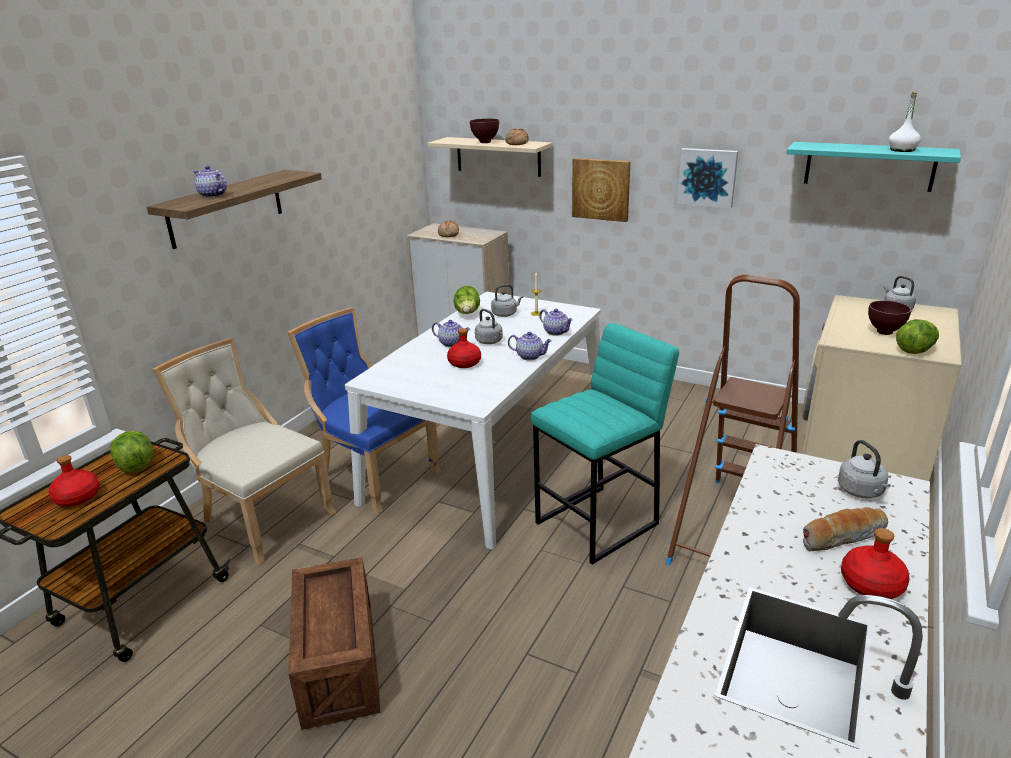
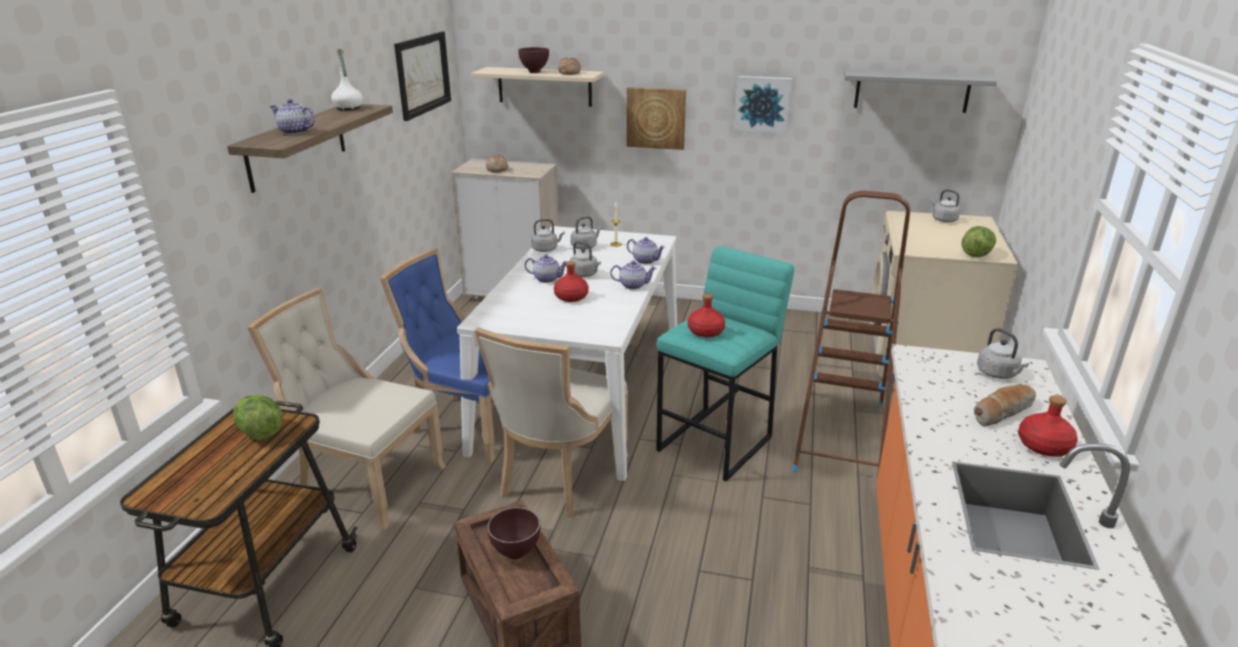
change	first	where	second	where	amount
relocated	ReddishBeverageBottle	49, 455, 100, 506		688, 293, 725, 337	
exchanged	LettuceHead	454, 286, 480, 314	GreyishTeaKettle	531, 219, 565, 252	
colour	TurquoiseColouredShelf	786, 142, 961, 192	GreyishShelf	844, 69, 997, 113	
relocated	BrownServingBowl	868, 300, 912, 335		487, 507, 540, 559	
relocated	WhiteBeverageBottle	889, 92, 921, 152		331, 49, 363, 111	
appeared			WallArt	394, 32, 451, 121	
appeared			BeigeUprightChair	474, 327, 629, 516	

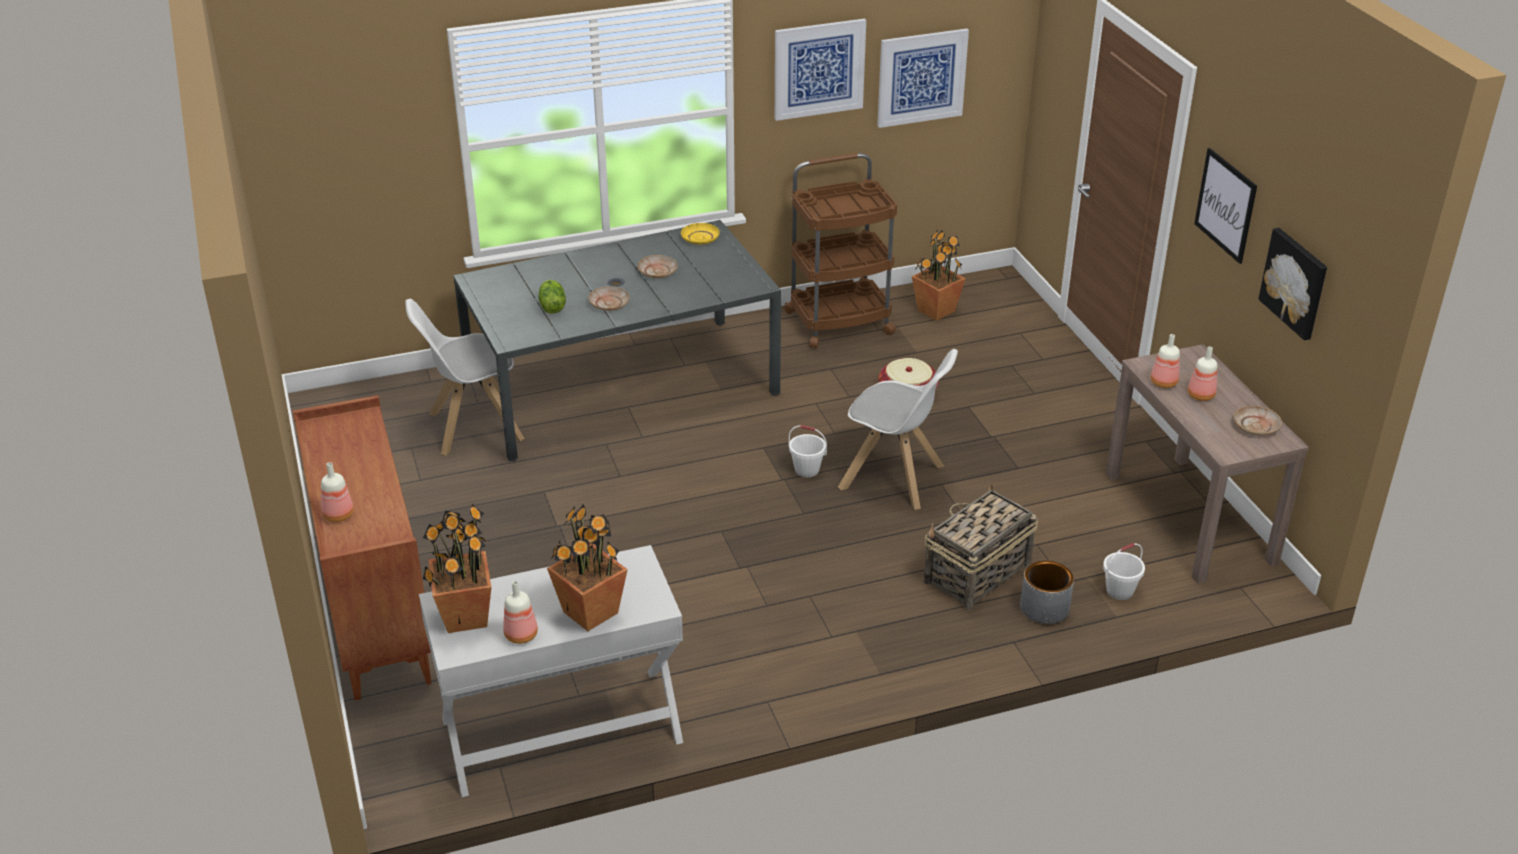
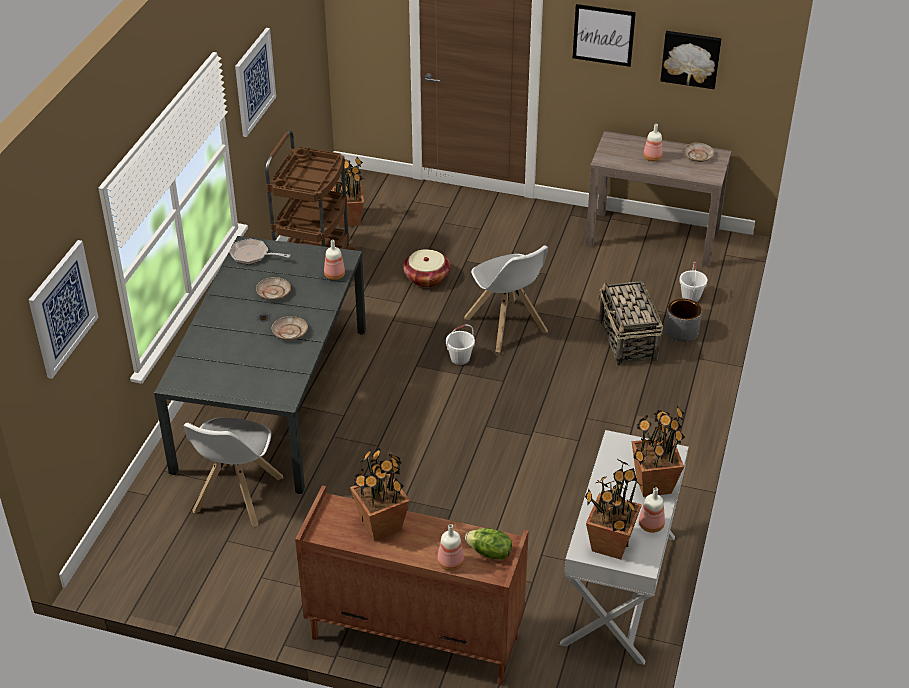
change	first	where	second	where	amount
relocated	LettuceHead	538, 280, 566, 314		465, 528, 512, 560	
exchanged	YellowColouredPlate	681, 223, 720, 245	FryingPan	229, 238, 290, 265	
spun	UprightChair	838, 349, 958, 510		464, 245, 548, 353	90 degrees clockwise
relocated	WallArt	877, 29, 969, 128		29, 240, 99, 379	
relocated	BeverageBottle	1151, 334, 1180, 388		324, 240, 345, 280	
appeared			PlantInAPot	350, 448, 410, 541	

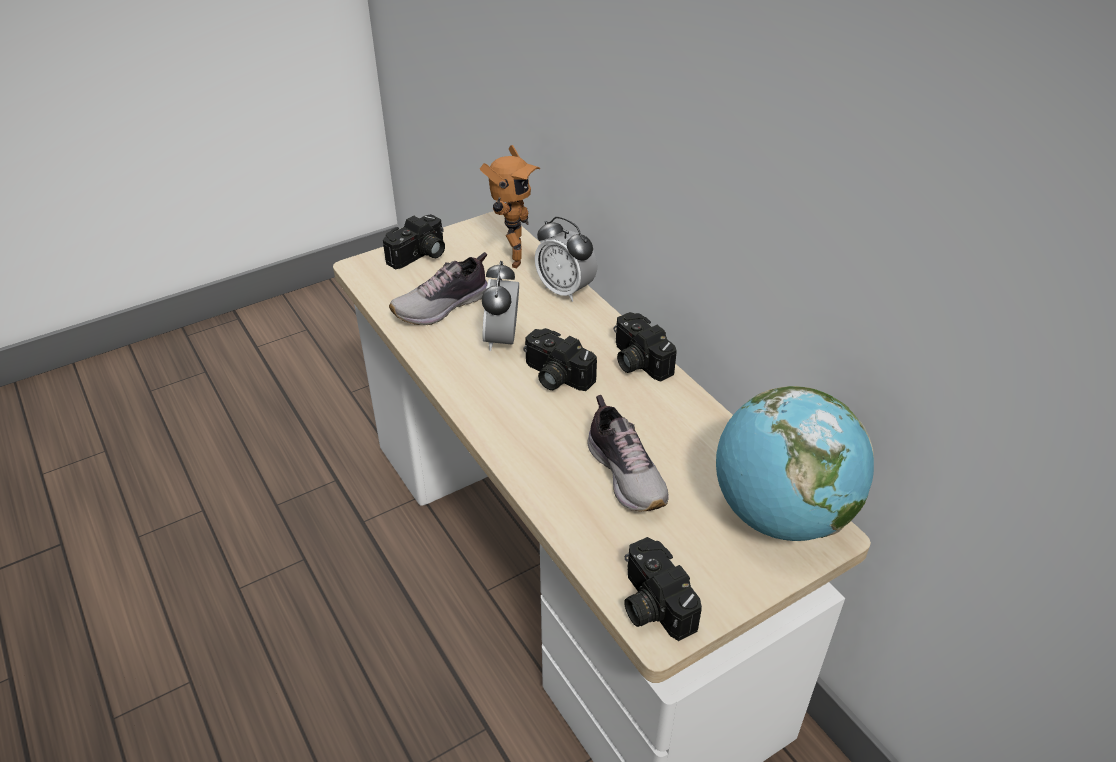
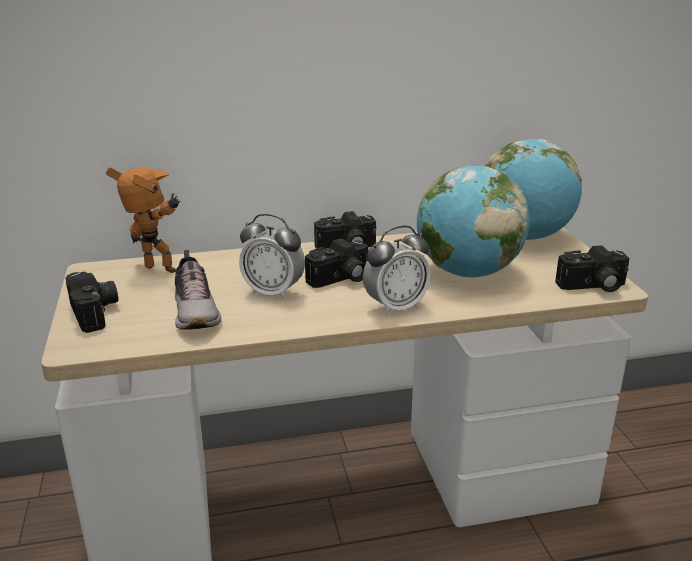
change	first	where	second	where	amount
relocated	AlarmClock	535, 217, 597, 302		363, 226, 431, 316	
exchanged	LowShoe	587, 395, 669, 512	WorldGlobe	417, 165, 529, 277	

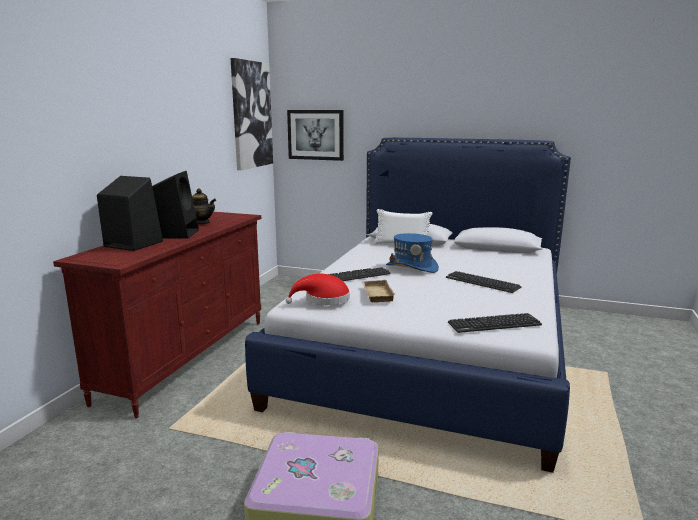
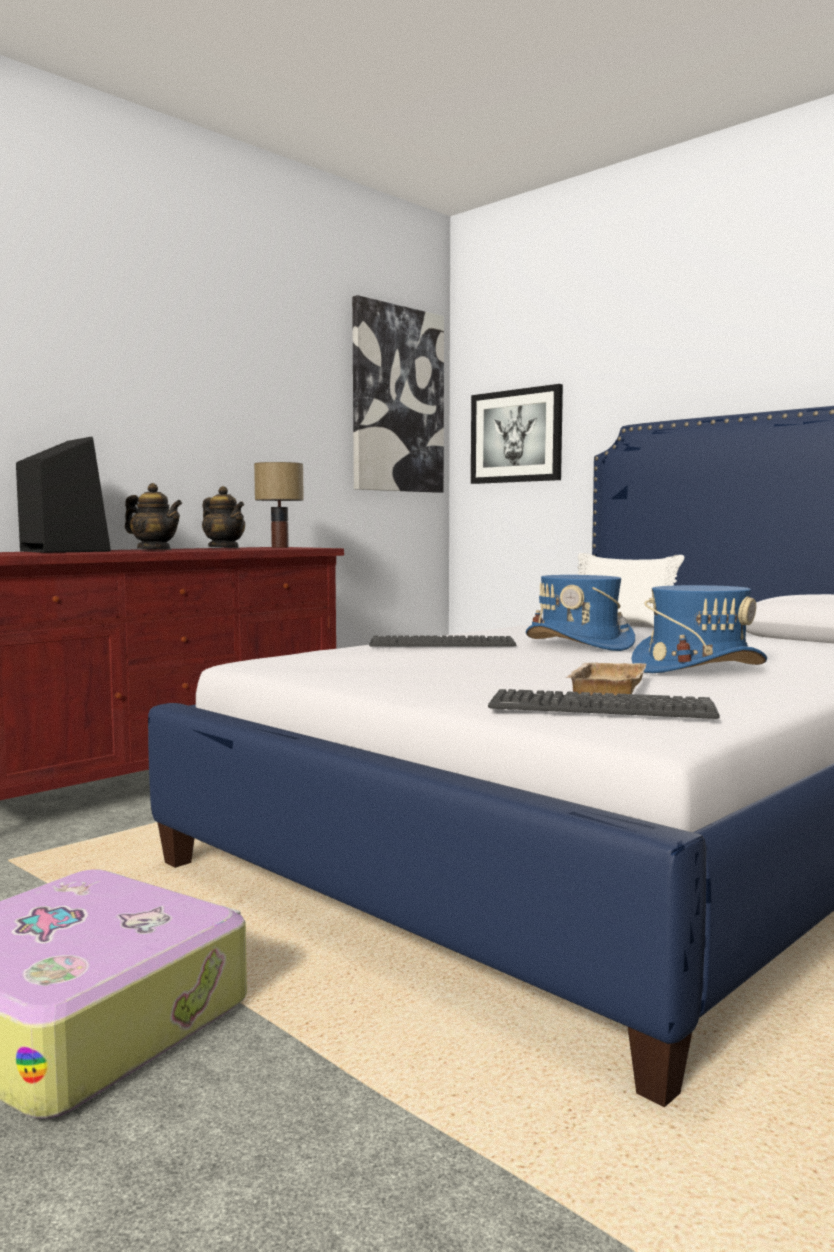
change	first	where	second	where	amount
exchanged	BlackColouredSpeaker	152, 171, 199, 238	Teapot	125, 483, 182, 550	
missing	ReddishClothingHat	286, 274, 350, 305			
relocated	BeigeCarryingTray	361, 280, 396, 302		565, 662, 646, 696	
exchanged	ComputerKeyboard	446, 271, 521, 293	BlueClothingHat	632, 585, 767, 673	
appeared			TabletopLamp	254, 462, 304, 548	

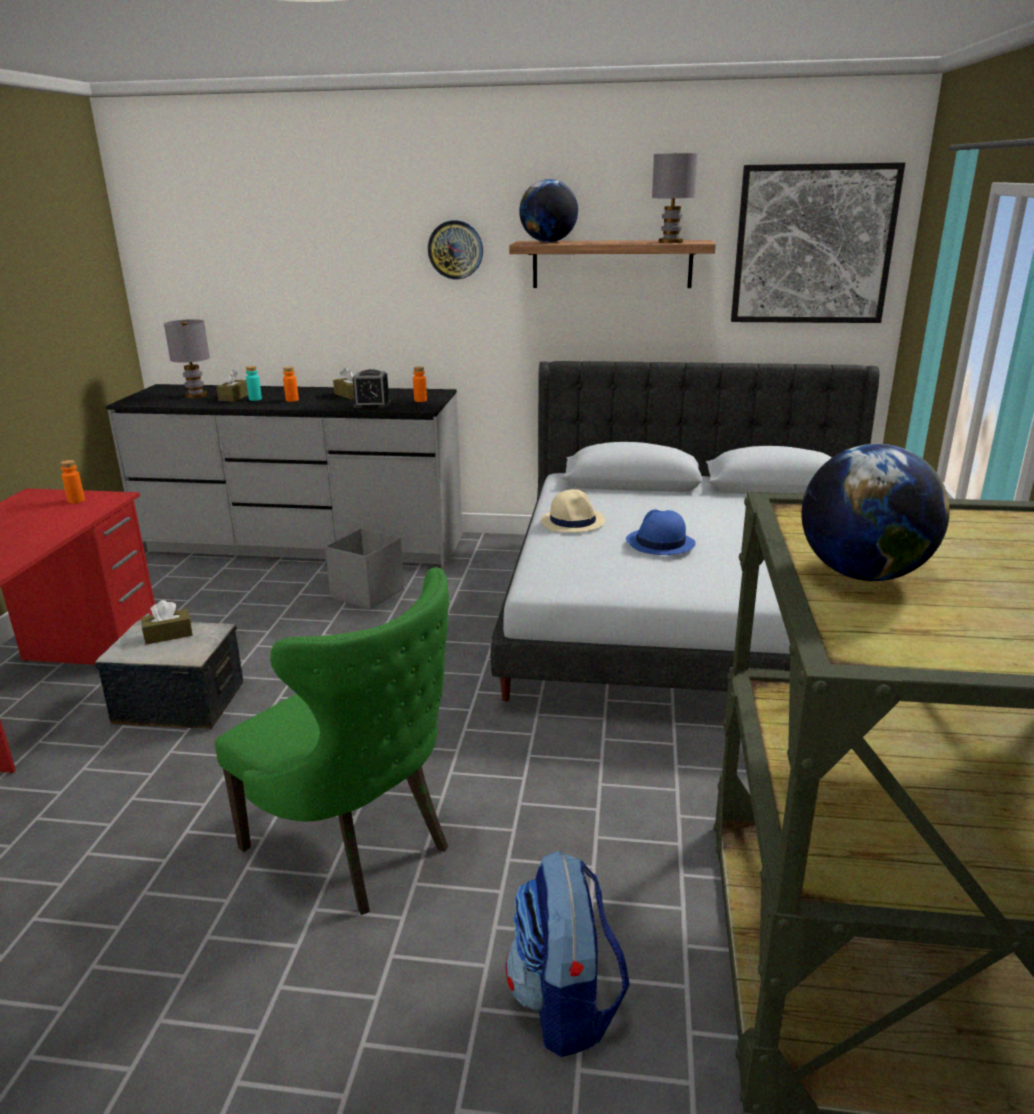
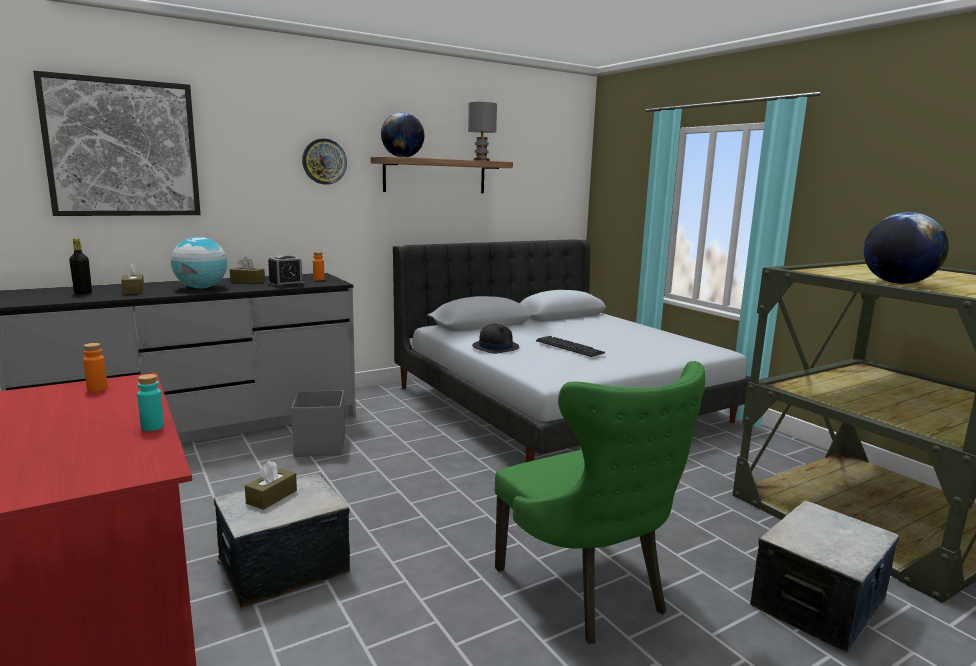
change	first	where	second	where	amount
exchanged	GreyishTabletopLamp	164, 319, 210, 398	BlackColouredBeverageBottle	69, 238, 92, 294	
spun	GreenColouredUprightChair	215, 567, 449, 915		495, 361, 705, 644	60 degrees clockwise
relocated	TurquoiseColouredBeverageBottle	246, 366, 262, 401		137, 374, 164, 431	
exchanged	OrangeBeverageBottle	283, 367, 299, 402	WorldGlobe	171, 237, 227, 289	
exchanged	Backpack	506, 850, 630, 1057	StorageContainer	750, 501, 899, 653	
colour	BeigeClothingHat	541, 489, 605, 532	BlackColouredClothingHat	472, 323, 519, 354	
exchanged	BlueClothingHat	626, 509, 696, 555	ComputerKeyboard	536, 336, 605, 357	
relocated	WallArt	731, 162, 905, 323		33, 71, 201, 216	

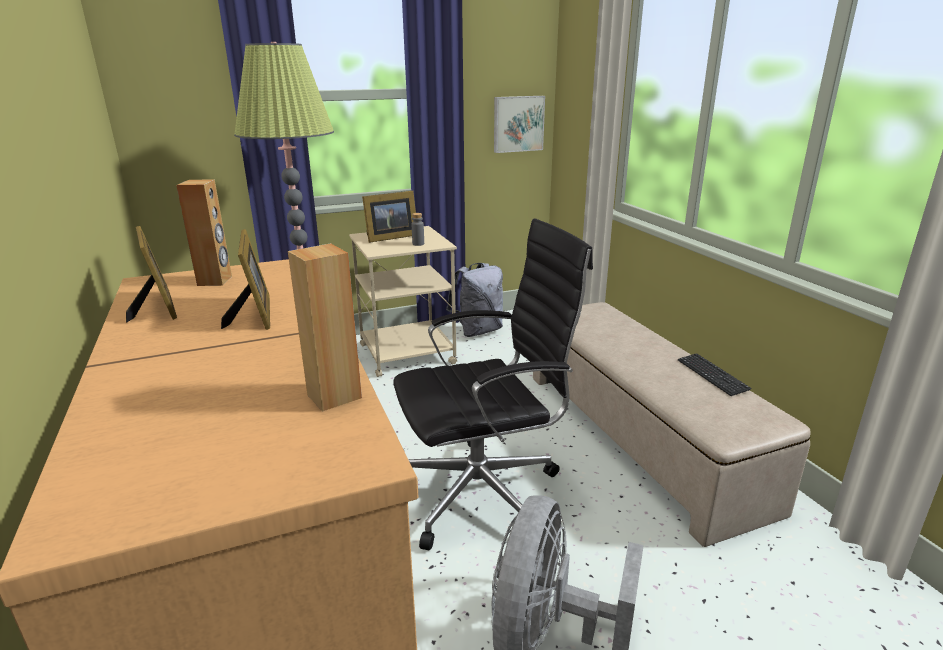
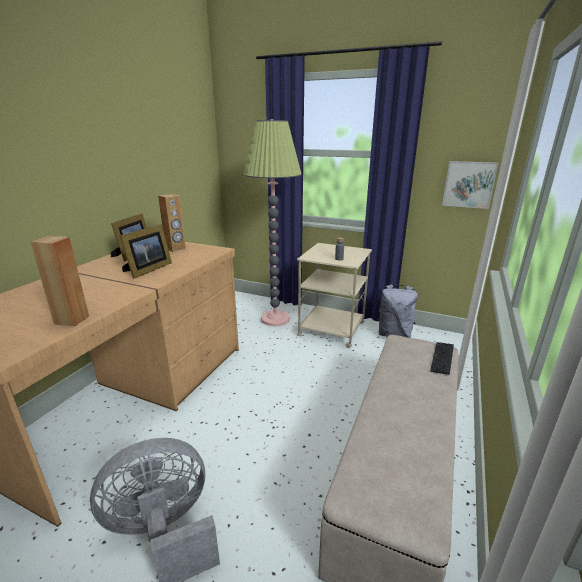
change	first	where	second	where	amount
missing	PictureFrame	362, 191, 416, 243			
missing	BlackColouredDeskChair	393, 218, 593, 550			
relocated	ComputerKeyboard	678, 353, 752, 396		430, 342, 454, 375	

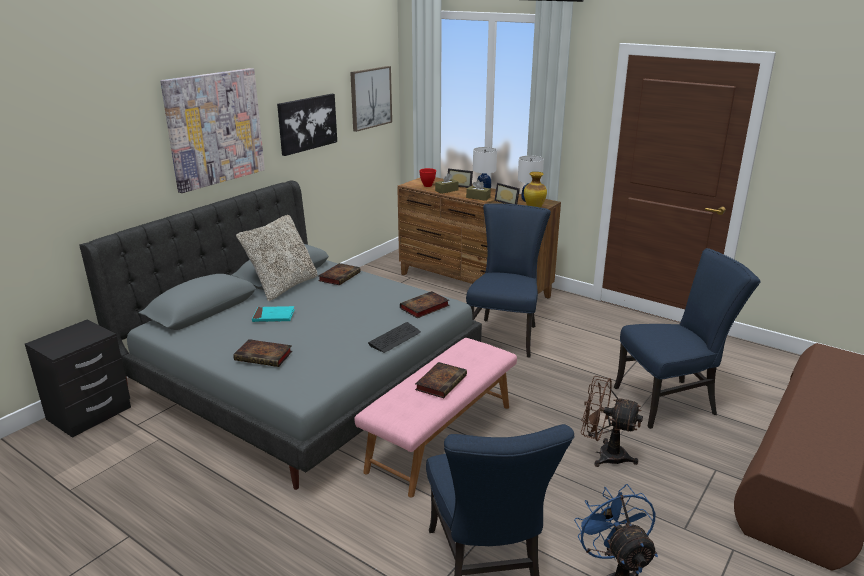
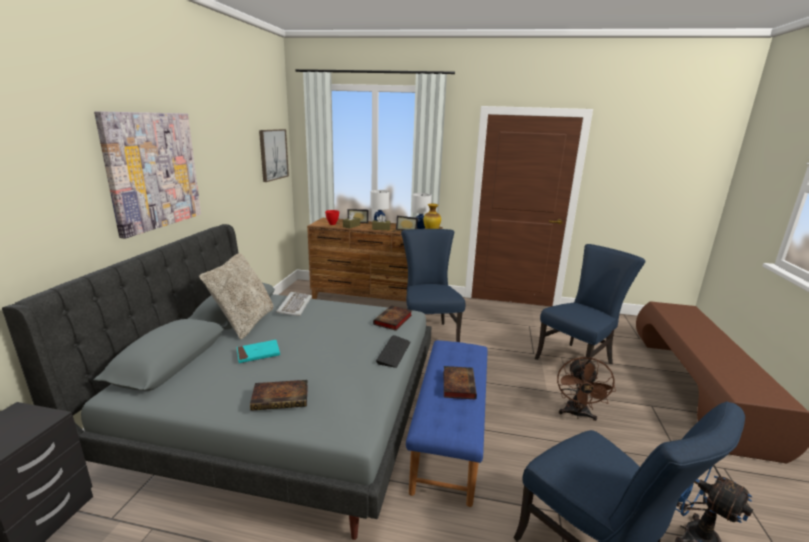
change	first	where	second	where	amount
missing	WallArt	277, 94, 337, 156			
exchanged	Book	318, 263, 361, 285	ComputerKeyboard	276, 292, 312, 316	
colour	PinkColouredLongSeat	354, 338, 517, 498	BlueLongSeat	406, 340, 488, 507	
spun	BrownCoolingFan	581, 376, 643, 467		557, 356, 616, 421	75 degrees counterclockwise

